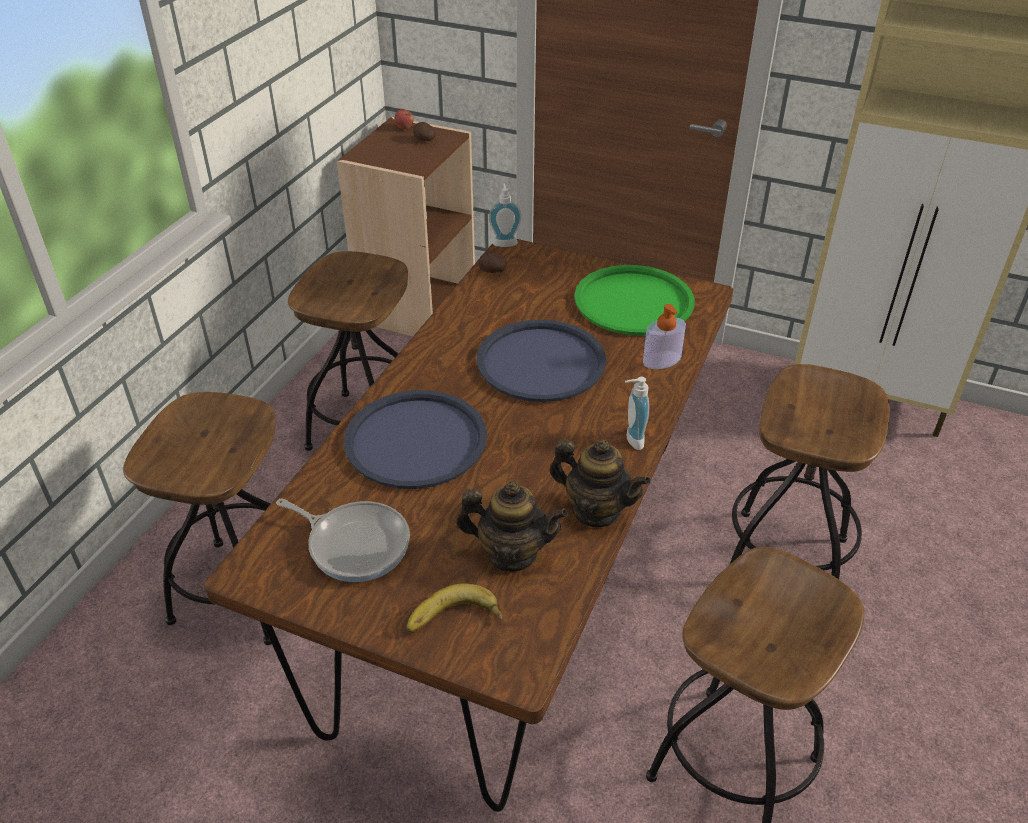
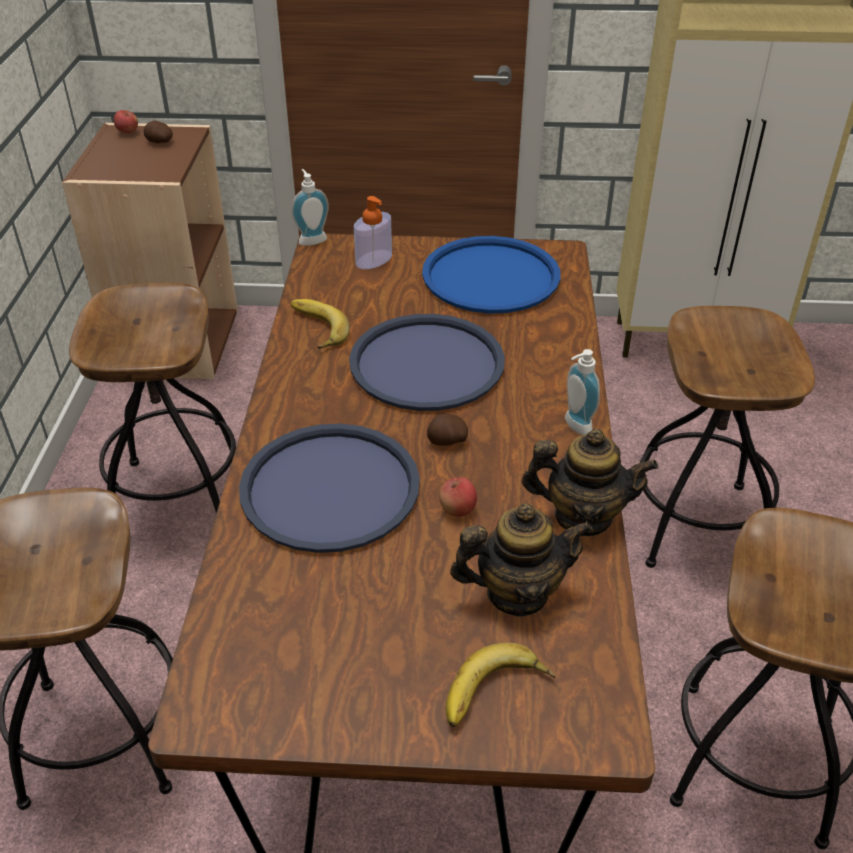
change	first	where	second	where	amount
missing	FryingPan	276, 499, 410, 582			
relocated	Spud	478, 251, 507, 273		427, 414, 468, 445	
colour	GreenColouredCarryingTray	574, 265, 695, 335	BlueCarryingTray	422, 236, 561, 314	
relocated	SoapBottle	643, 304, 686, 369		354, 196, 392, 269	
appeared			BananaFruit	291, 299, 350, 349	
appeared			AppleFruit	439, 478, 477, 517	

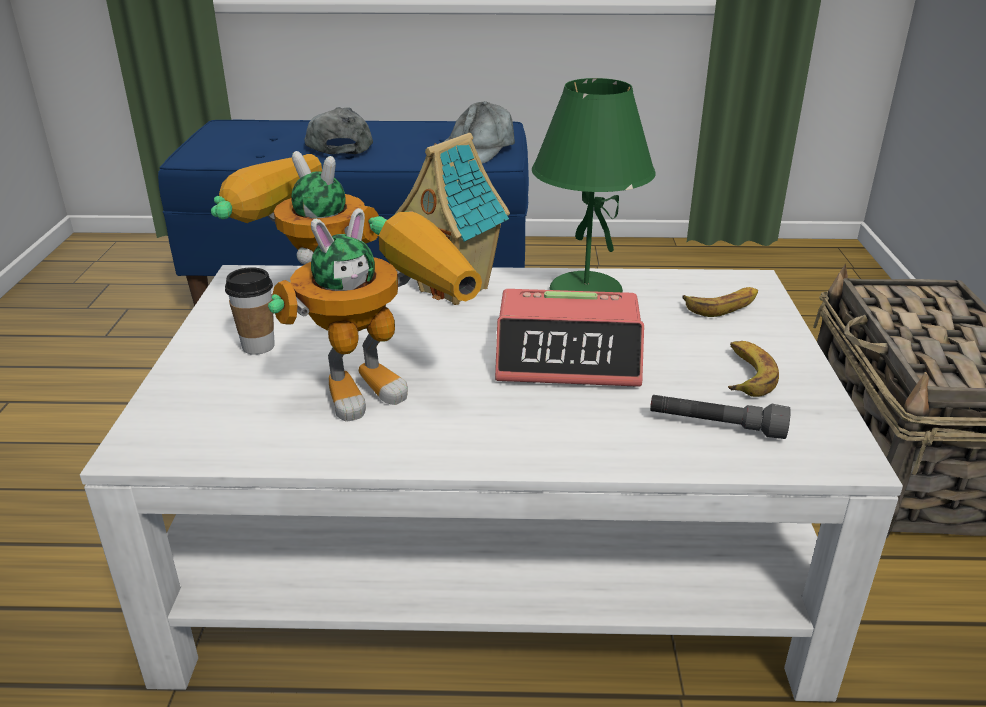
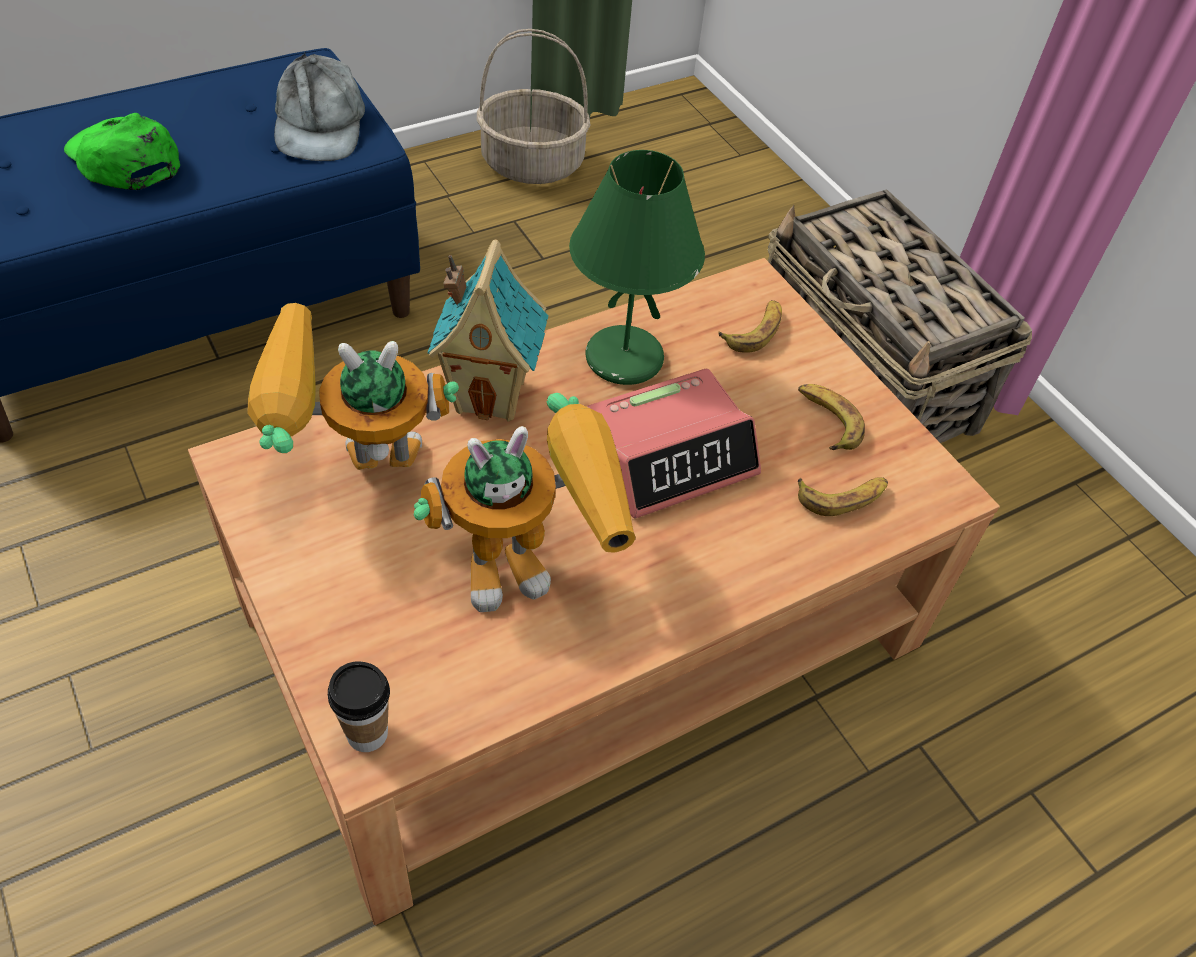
change	first	where	second	where	amount
colour	WhiteLoungeTable	80, 265, 903, 702	BrownLoungeTable	188, 258, 1000, 925	
relocated	Cup	225, 267, 275, 355		328, 661, 390, 752	
spun	RobotFigure	268, 208, 482, 422		414, 393, 636, 612	45 degrees clockwise
colour	GreyishPeakedCap	304, 107, 373, 154	GreenColouredPeakedCap	64, 113, 180, 190	
exchanged	GreyishFlashlight	650, 395, 791, 439	BananaFruit	798, 477, 888, 516	
appeared			HouseholdBasket	477, 29, 590, 184	

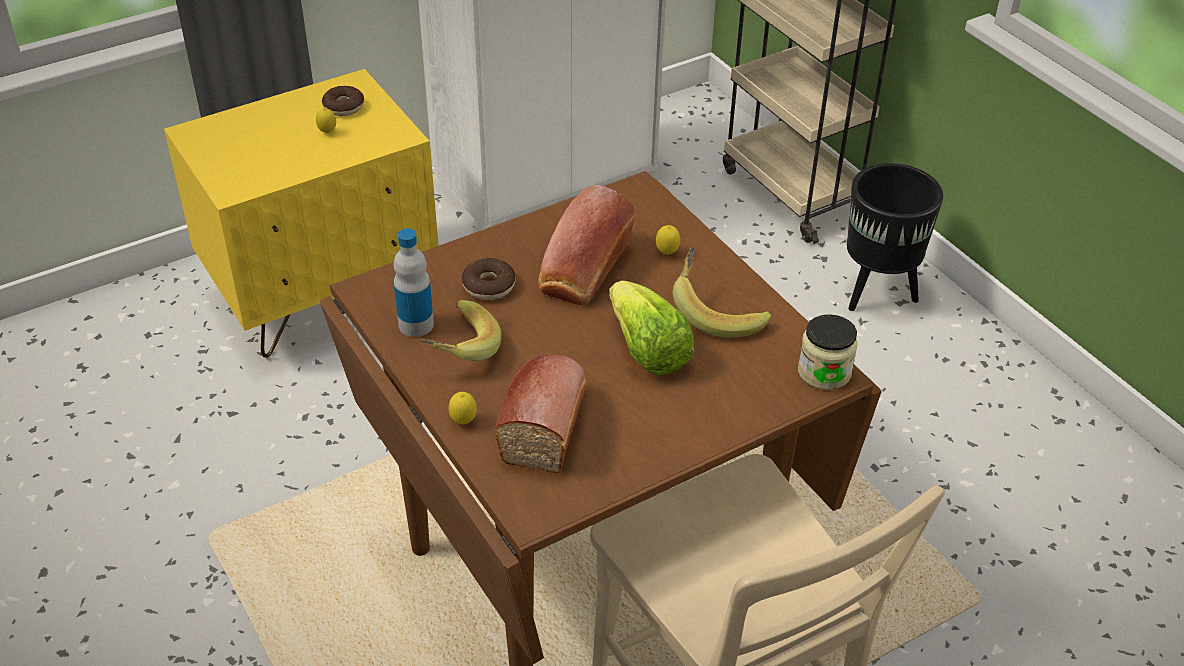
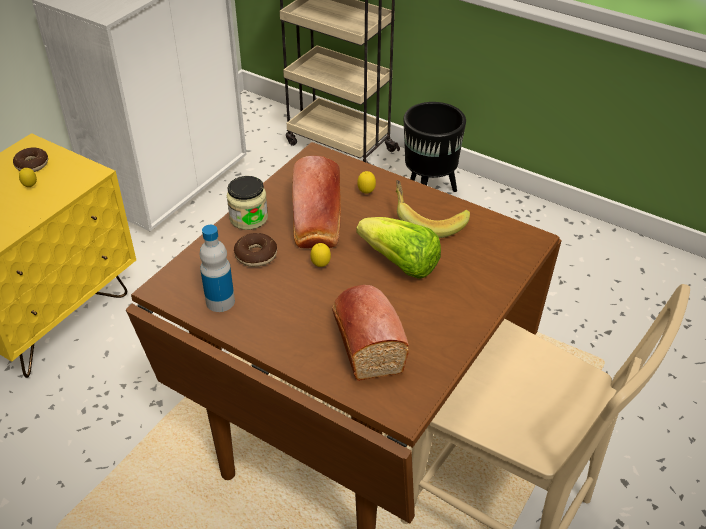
change	first	where	second	where	amount
missing	BananaFruit	419, 300, 501, 361			
relocated	Lemon	449, 392, 477, 424		310, 243, 331, 267	
relocated	StorageJar	798, 314, 858, 390		227, 176, 268, 230	

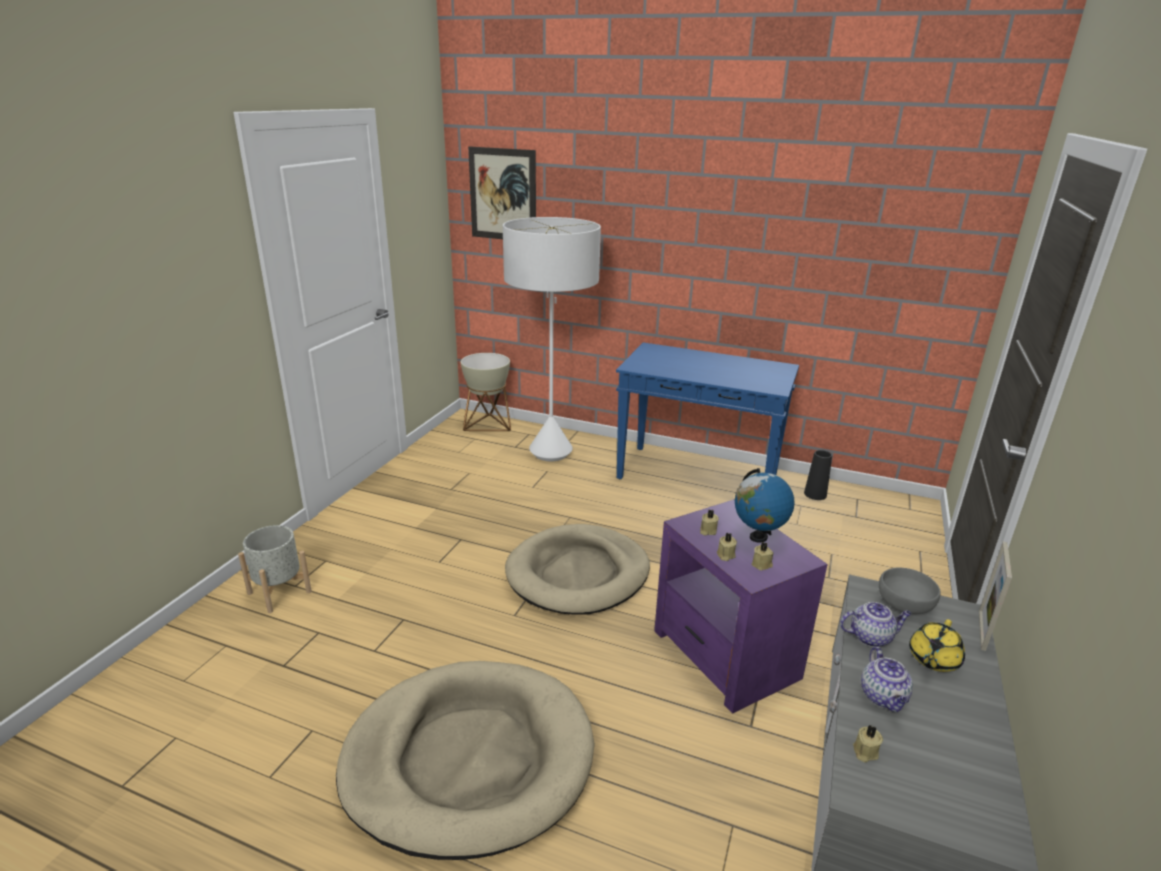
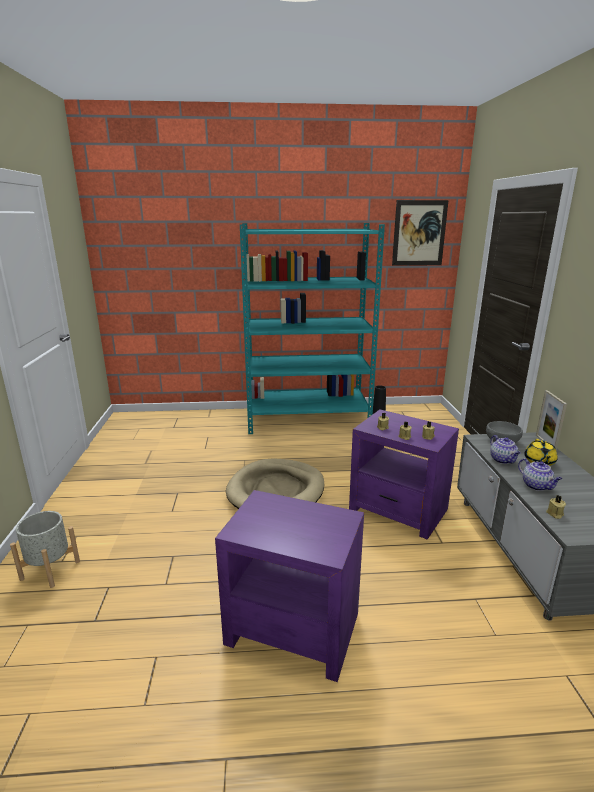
change	first	where	second	where	amount
exchanged	BeigePetBed	336, 661, 595, 860	PurpleEndTable	215, 490, 364, 682	
missing	Planter	460, 353, 511, 431			
relocated	WallArt	468, 146, 536, 239		392, 200, 449, 266	
missing	WhiteStandingLamp	503, 217, 601, 461			
exchanged	BlueNarrowTable	616, 342, 799, 479	TurquoiseColouredShelvingUnit	240, 223, 385, 434	
missing	WorldGlobe	735, 468, 795, 543			
spun	Teapot	840, 602, 912, 647		490, 435, 521, 464	105 degrees clockwise

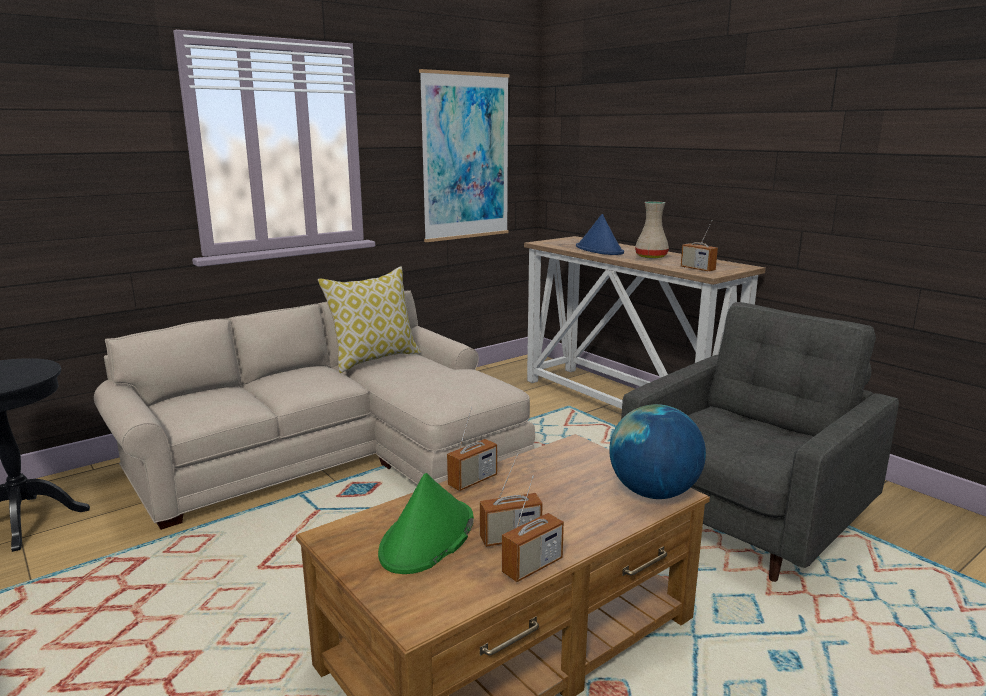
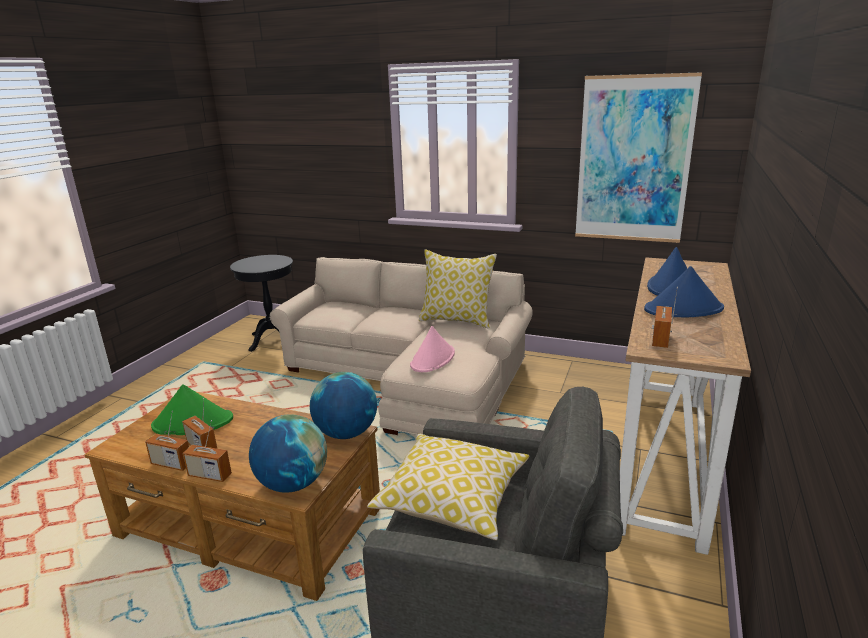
change	first	where	second	where	amount
relocated	Radio	447, 407, 497, 491		183, 420, 232, 482	
exchanged	BeigeVase	635, 201, 669, 259	BlueClothingHat	644, 266, 724, 317	
appeared			WorldGlobe	310, 372, 377, 439	
appeared			Cushion	367, 434, 529, 540	
appeared			PinkColouredClothingHat	410, 326, 455, 372	

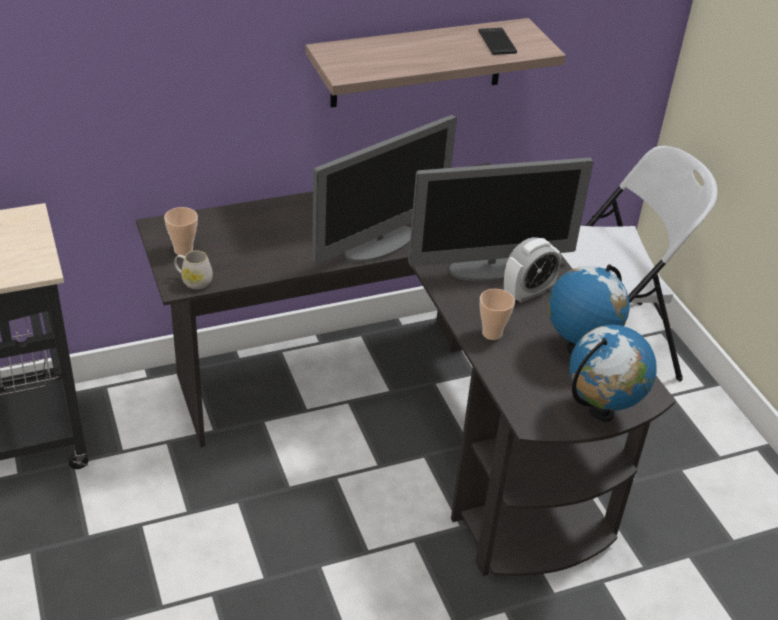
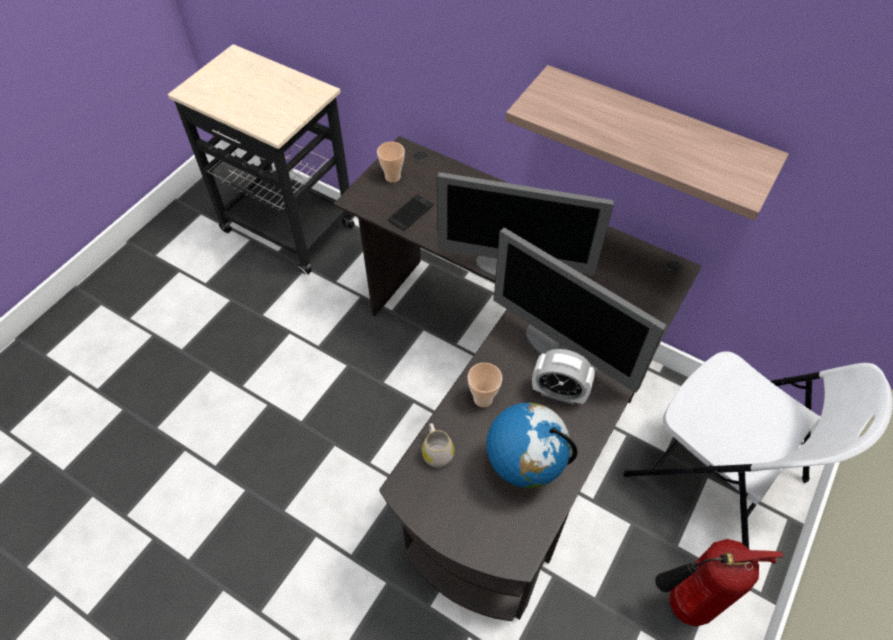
change	first	where	second	where	amount
relocated	WhiteCoffeeMug	174, 250, 213, 289		422, 423, 454, 467	
relocated	Handset	479, 28, 517, 55		388, 194, 433, 230	
missing	WorldGlobe	569, 325, 656, 422			
appeared			FireFightingCylinder	655, 539, 783, 627	

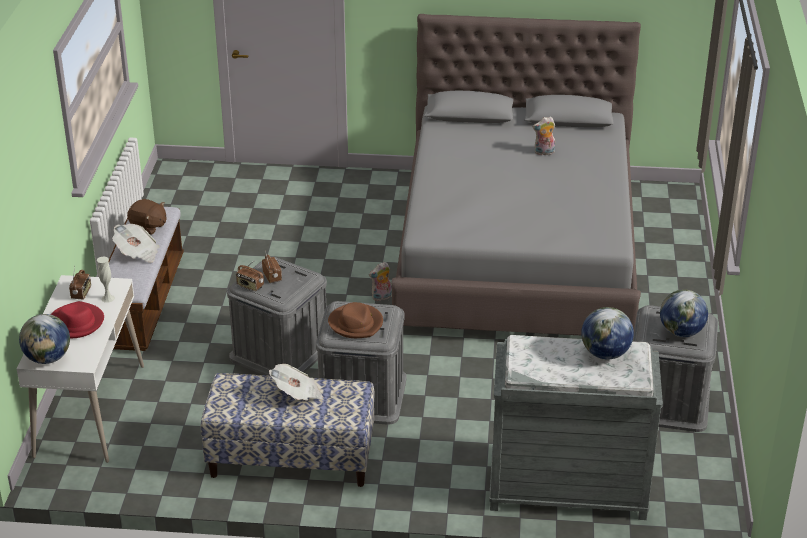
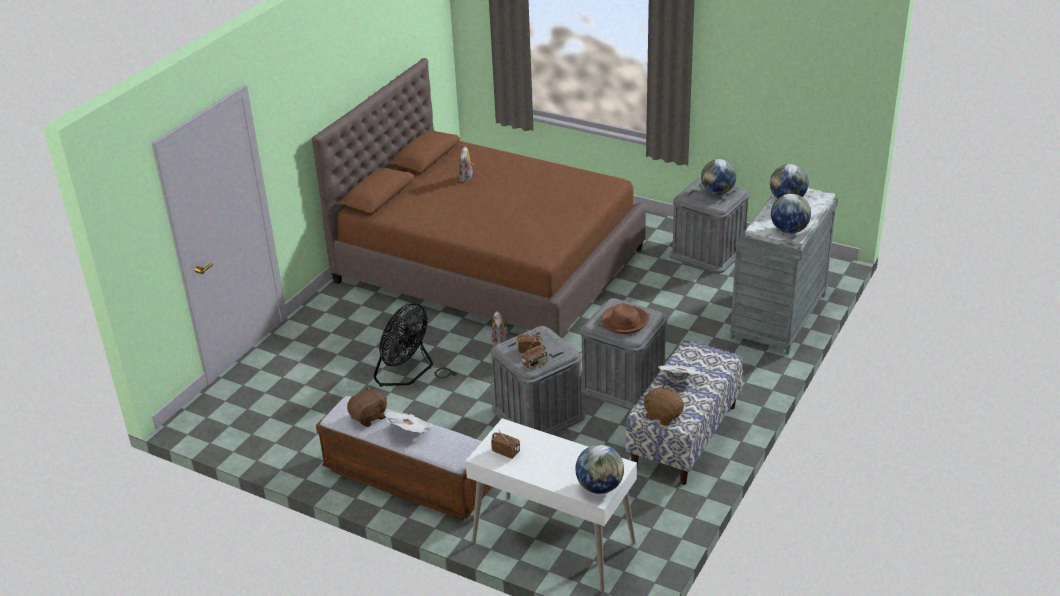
change	first	where	second	where	amount
missing	ReddishClothingHat	50, 301, 104, 338			
missing	WhiteVase	97, 256, 115, 303			
colour	GreyishSleepingBed	392, 14, 641, 335	BrownSleepingBed	312, 58, 646, 337	
appeared			BlackColouredCoolingFan	374, 303, 457, 387	
appeared			BrownSoftToy	644, 385, 684, 426	
appeared			WorldGlobe	771, 194, 811, 234	

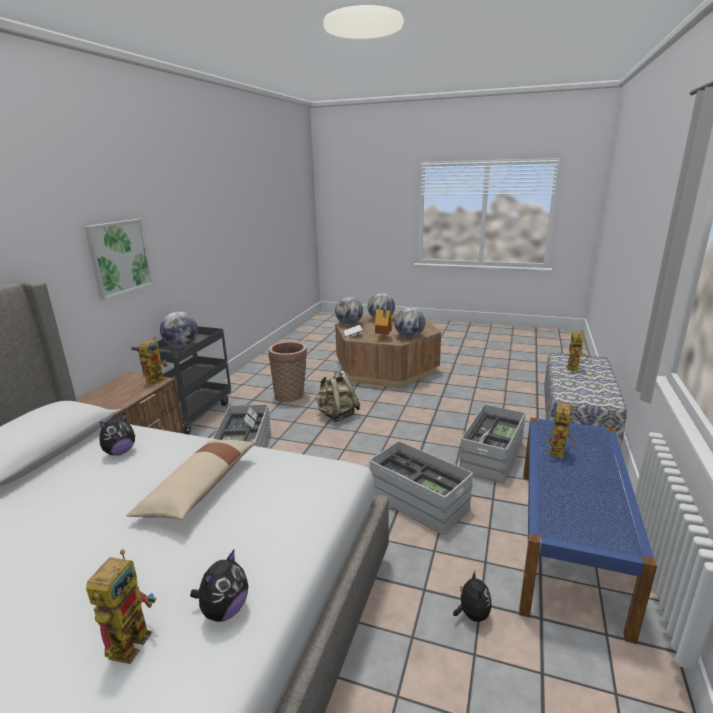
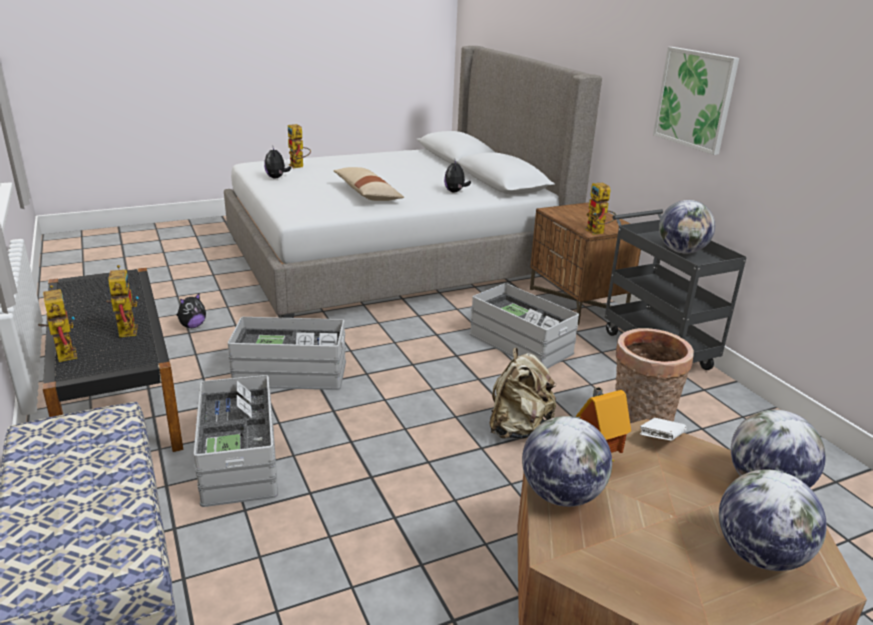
change	first	where	second	where	amount
spun	SoftToy	453, 571, 492, 622		177, 293, 206, 328	90 degrees counterclockwise
colour	BlueLongSeat	519, 417, 657, 644	BlackColouredLongSeat	43, 268, 183, 452	
relocated	RobotFigure	566, 331, 588, 371		38, 285, 77, 362	

